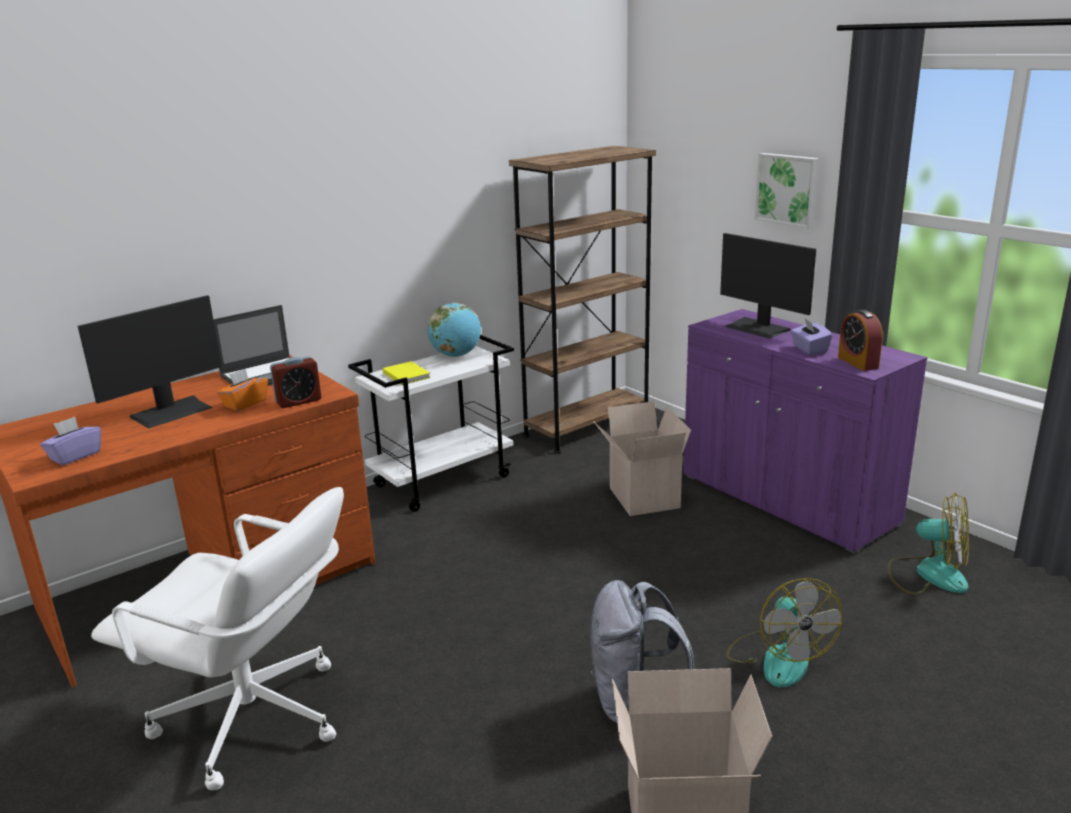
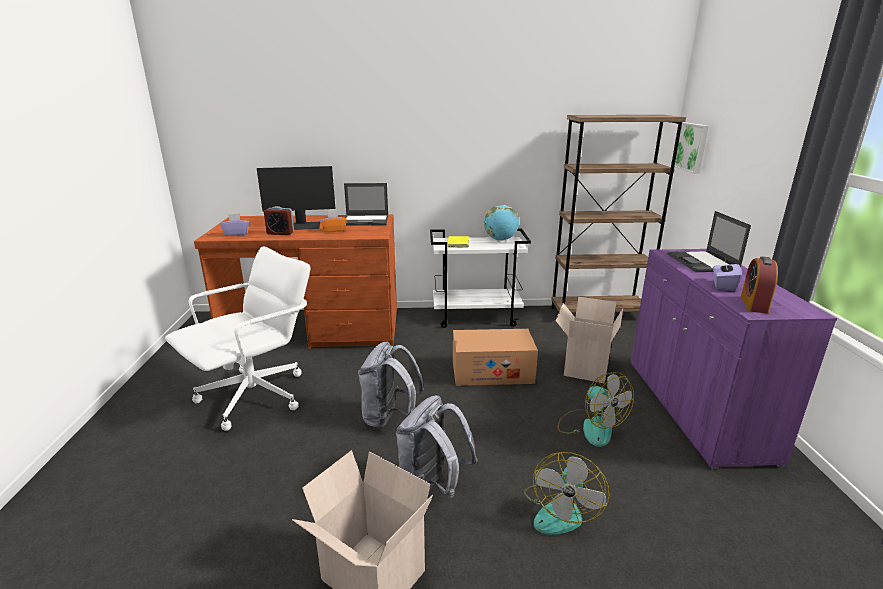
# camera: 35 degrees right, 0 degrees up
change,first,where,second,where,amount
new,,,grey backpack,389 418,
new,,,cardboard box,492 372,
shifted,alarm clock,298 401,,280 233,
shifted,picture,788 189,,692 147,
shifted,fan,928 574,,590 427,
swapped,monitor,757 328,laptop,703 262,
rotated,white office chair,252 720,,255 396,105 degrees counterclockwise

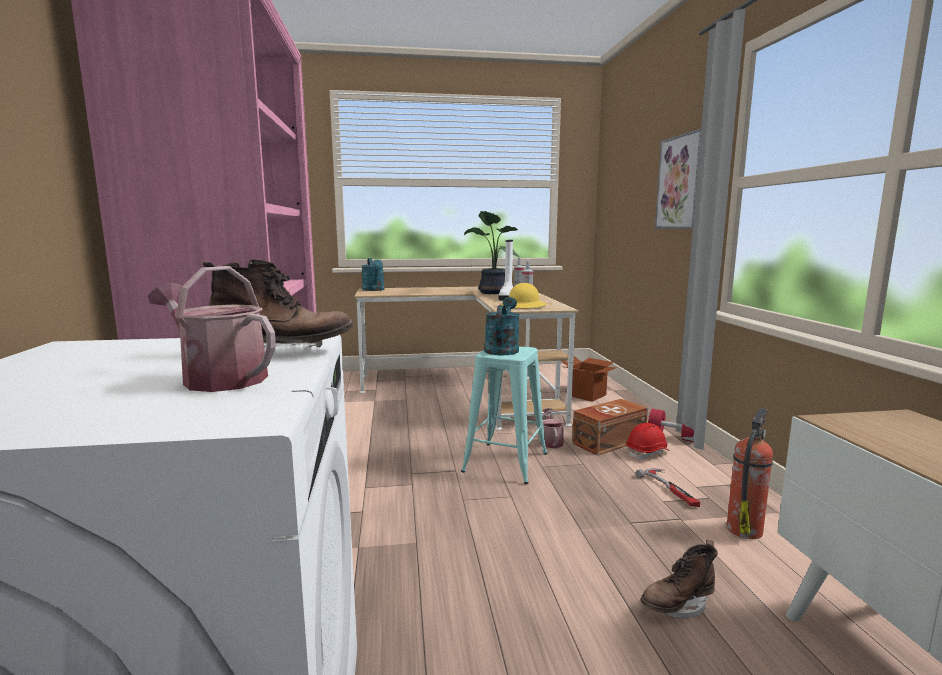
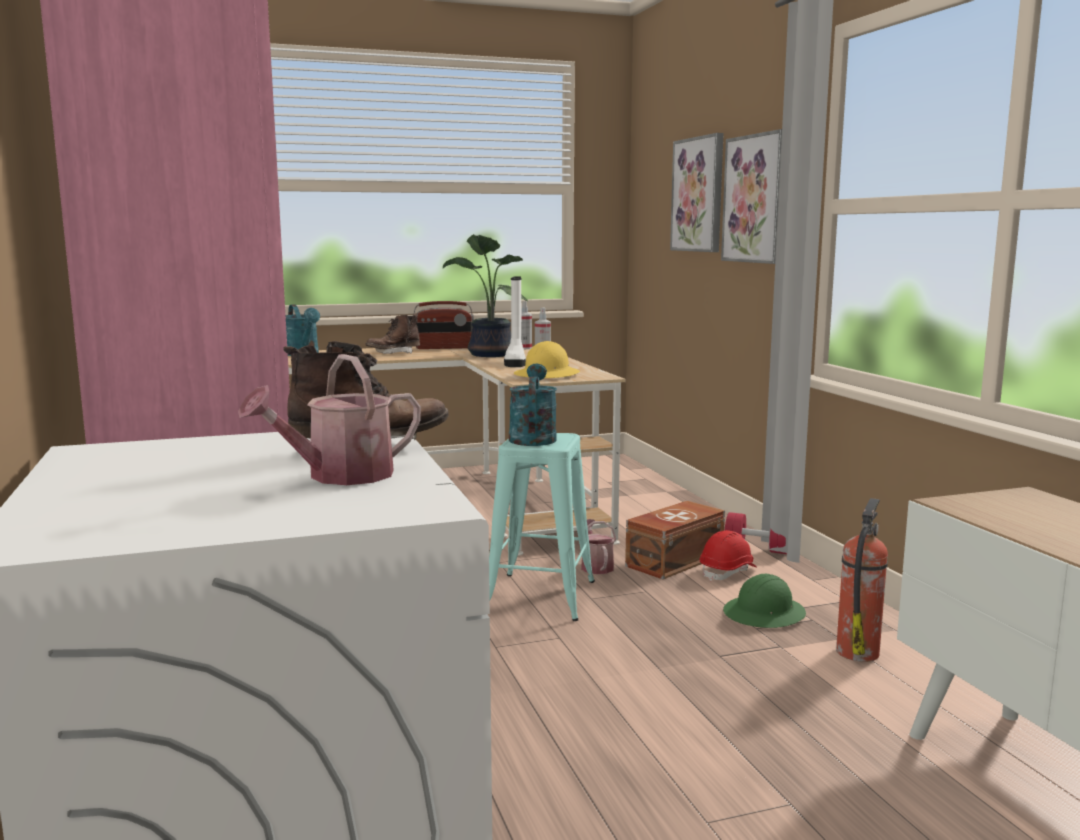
# camera: 10 degrees left, 0 degrees up
change,first,where,second,where,amount
gone,cardboard box,586 395,,,
new,,,radio,443 348,
new,,,picture,698 195,
shifted,brown boot,677 605,,393 353,
swapped,hammer,671 490,green hard hat,764 614,
rotated,watering can,218 378,,340 476,60 degrees counterclockwise

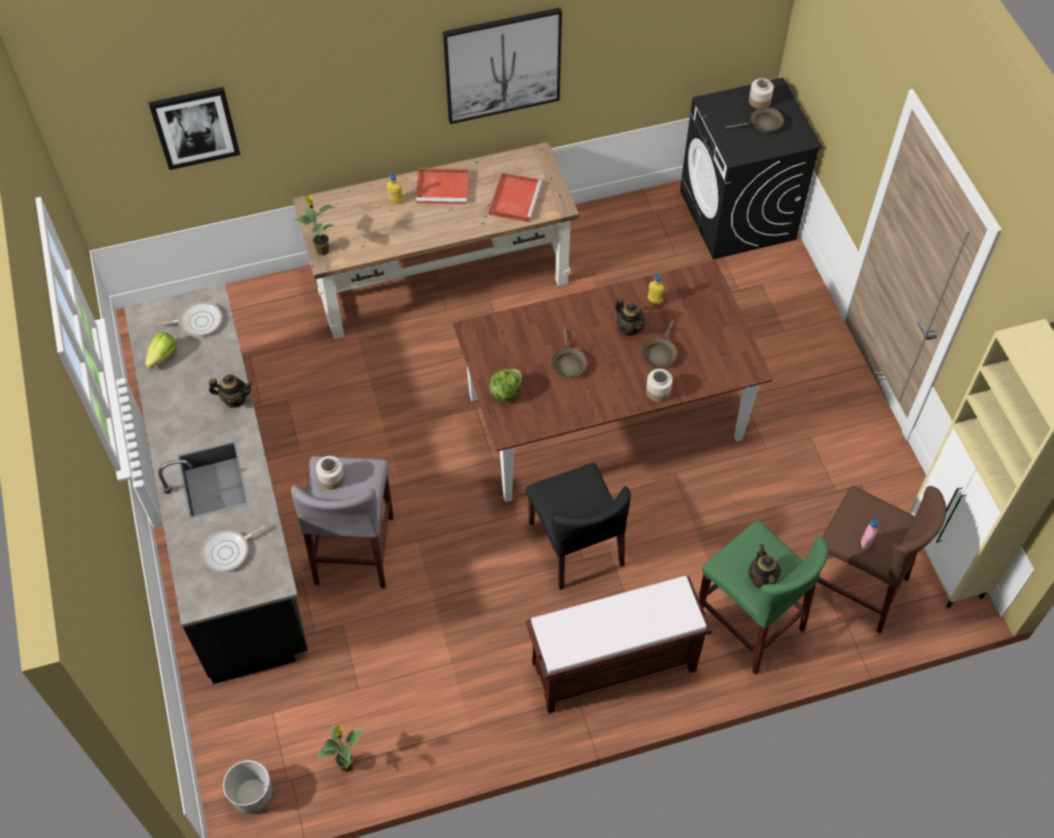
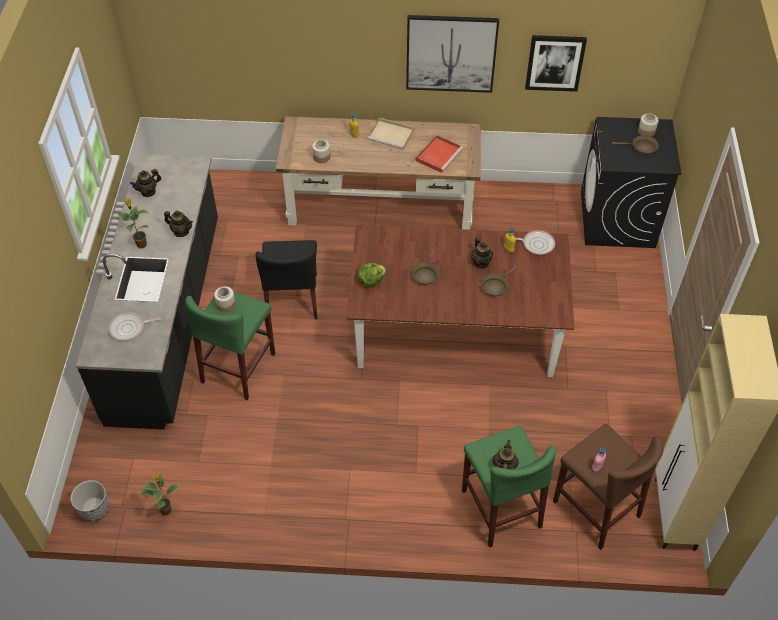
# camera: 20 degrees right, 5 degrees down
change,first,where,second,where,amount
gone,brown bench,612 668,,,
shifted,picture,195 127,,555 62,
shifted,frying pan,198 322,,536 244,
shifted,potted plant,321 250,,141 244,
shifted,black chair,576 544,,292 297,
shifted,jar,657 391,,321 157,
swapped,lettuce,163 356,teapot,148 192,
repainted,grey stool,355 549,green stool,238 368,
repainted,red tray,444 188,beige tray,392 135,

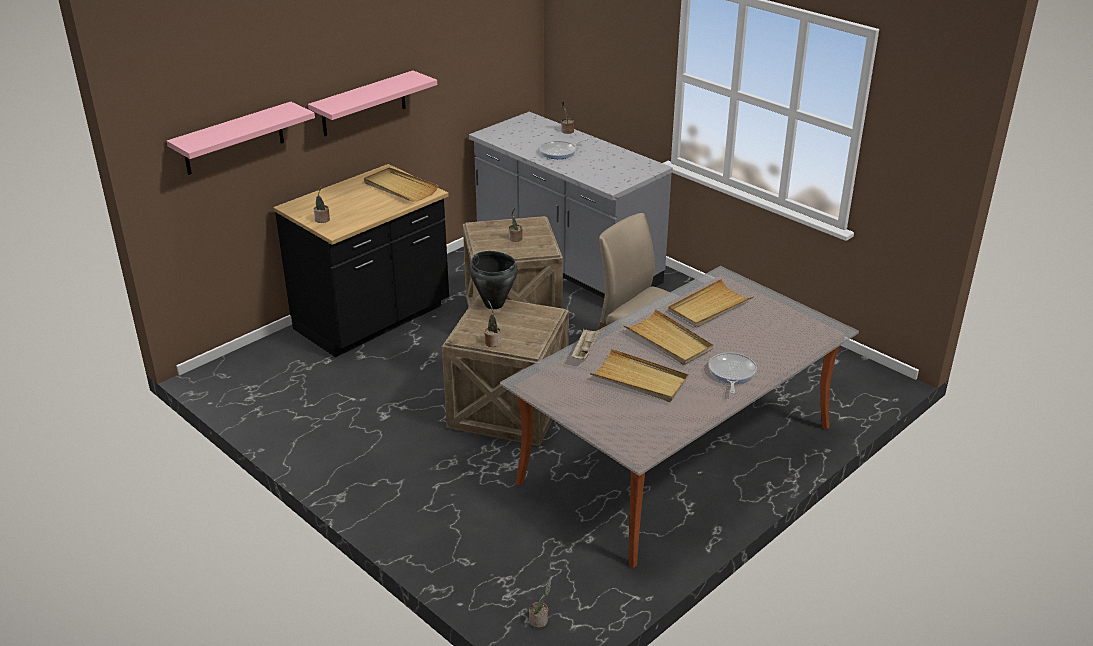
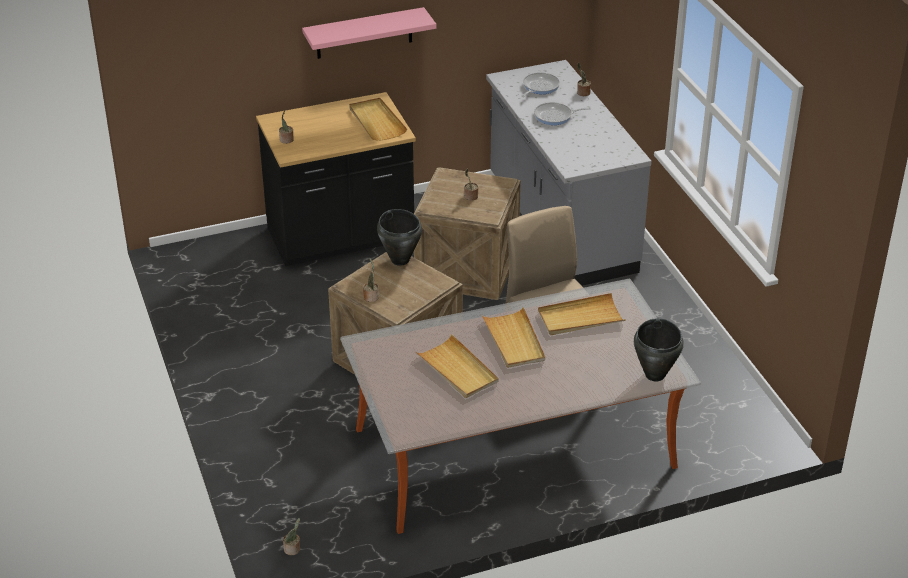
# camera: 25 degrees right, 5 degrees up
change,first,where,second,where,amount
gone,pink shelf,233 139,,,
gone,beige tray,585 351,,,
new,,,black cooking pot,655 374,
shifted,frying pan,731 373,,539 87,

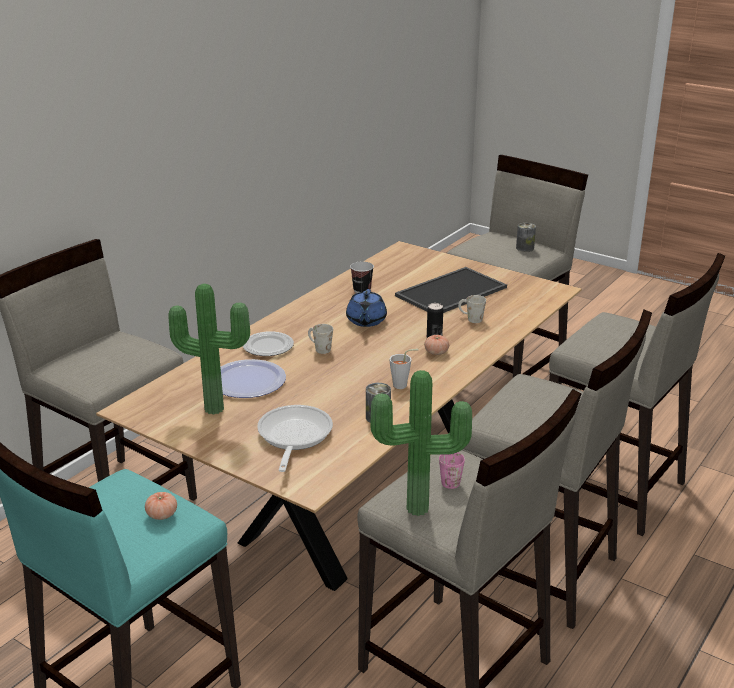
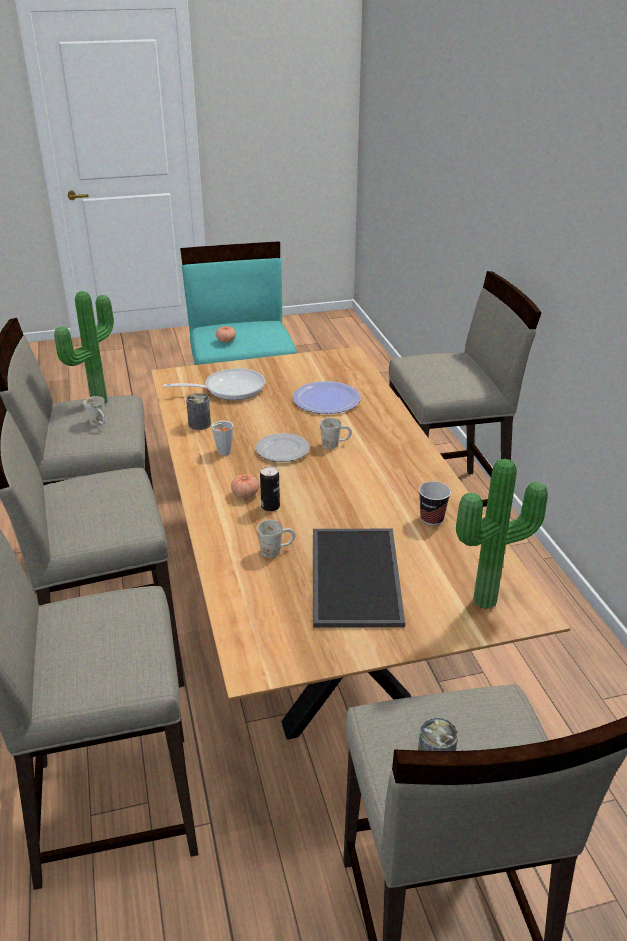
# camera: 130 degrees right, 5 degrees up
change,first,where,second,where,amount
gone,blue teapot,366 321,,,
shifted,potted plant,215 407,,488 603,
shifted,plate,268 347,,282 450,
repainted,pink mug,451 479,white mug,99 424,
rotated,frying pan,293 437,,229 389,60 degrees counterclockwise

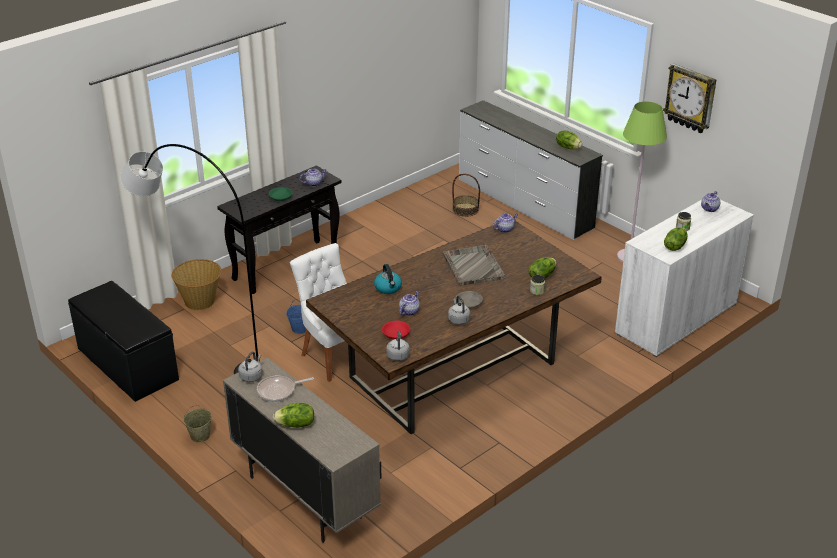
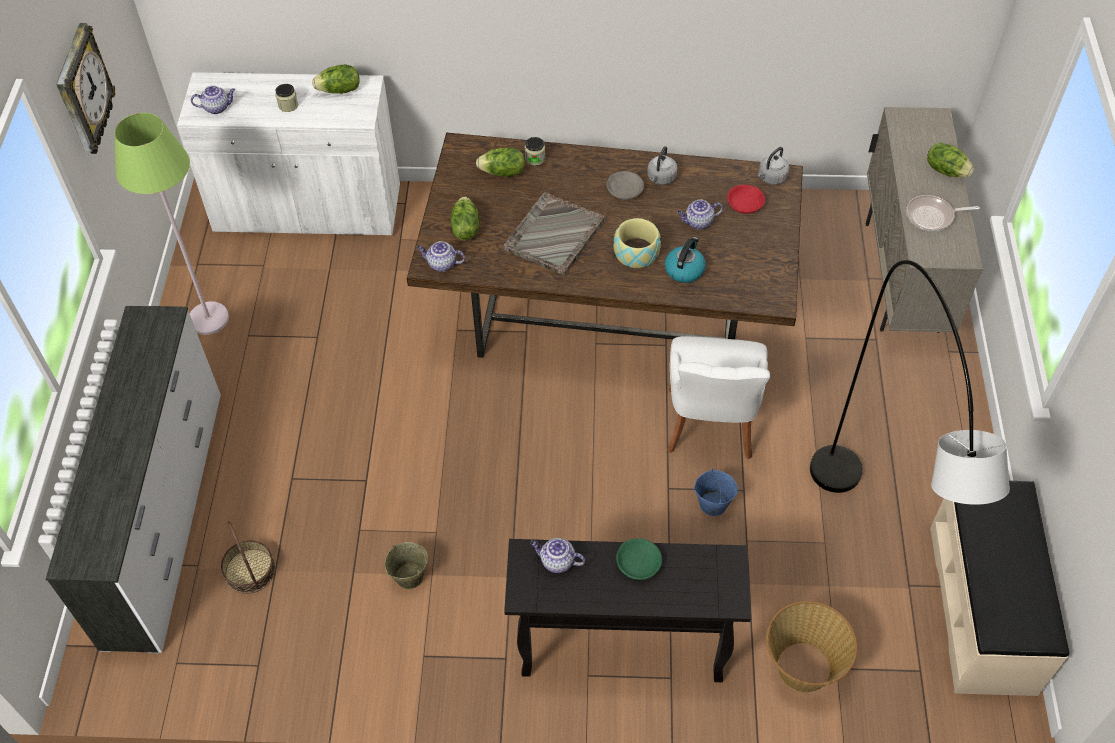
# camera: 135 degrees left, 20 degrees up
change,first,where,second,where,amount
gone,grey kettle,251 376,,,
new,,,bowl,636 252,
shifted,beige bucket,200 435,,409 576,
shifted,lettuce,568 147,,465 228,
repainted,black bench,126 364,beige bench,983 608,
rotated,frying pan,279 391,,932 217,150 degrees clockwise

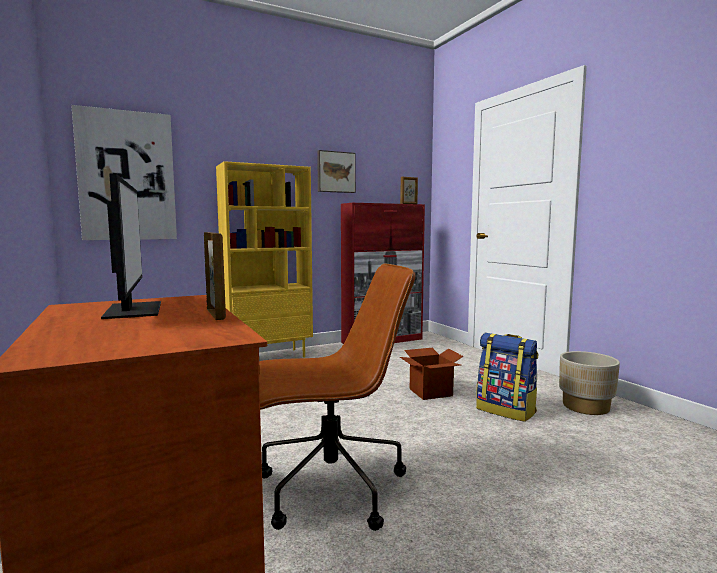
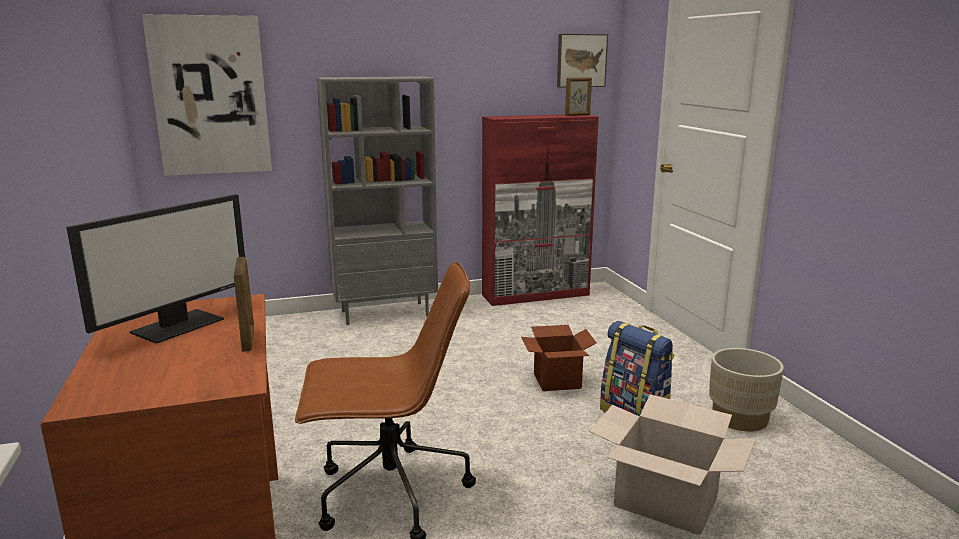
# camera: 10 degrees right, 10 degrees up
change,first,where,second,where,amount
new,,,cardboard box,666 501,
shifted,picture,335 172,,581 60,
repainted,yellow bookcase,269 357,grey bookcase,385 313,
rotated,monitor,132 310,,177 325,45 degrees clockwise

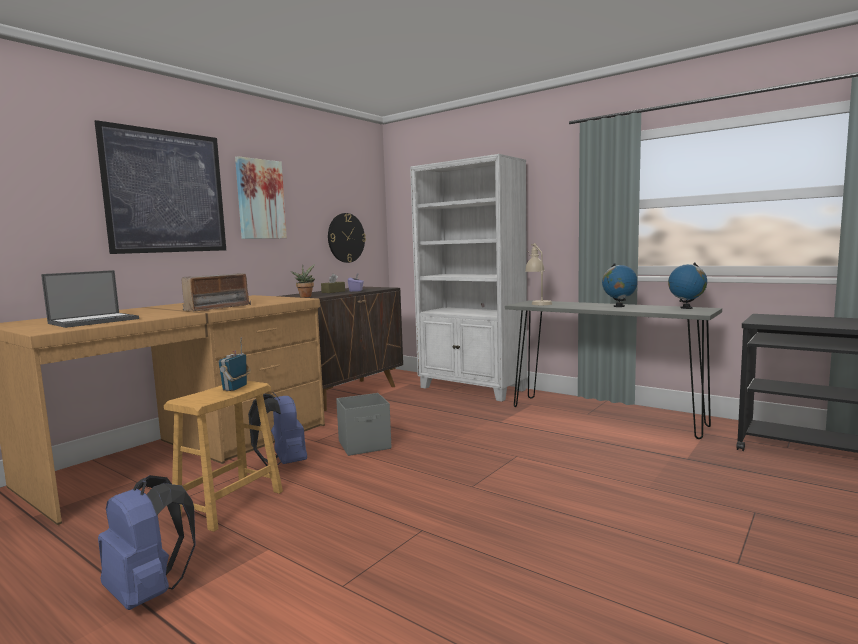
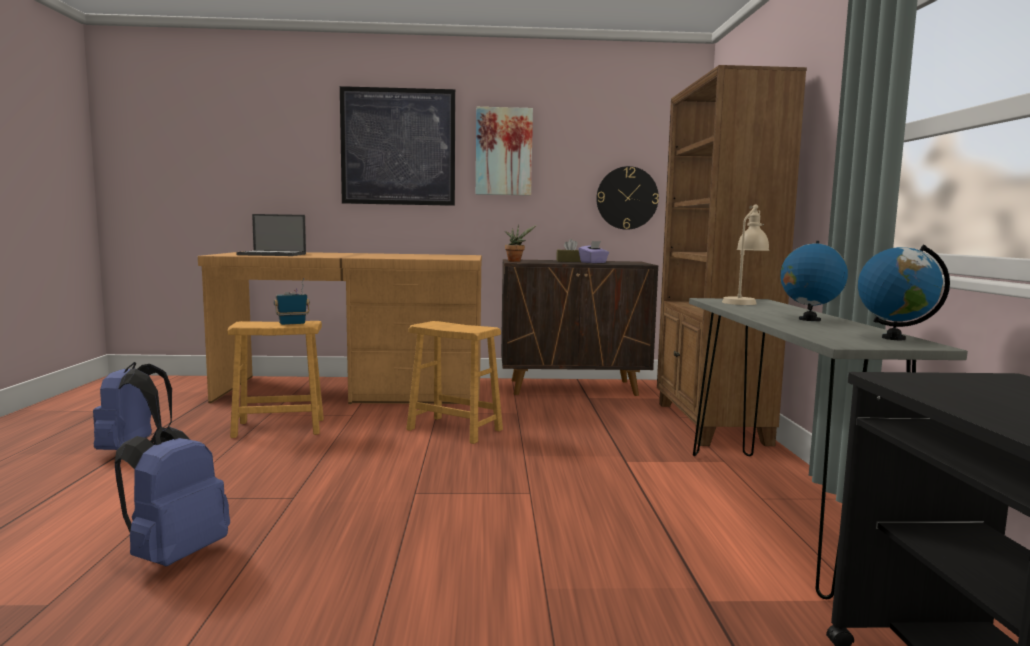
# camera: 50 degrees right, 0 degrees up
change,first,where,second,where,amount
gone,radio,217 308,,,
shifted,blue backpack,283 463,,174 555,
swapped,grey storage box,365 445,brown stool,454 429,
repainted,white bookcase,472 389,brown bookcase,710 423,

